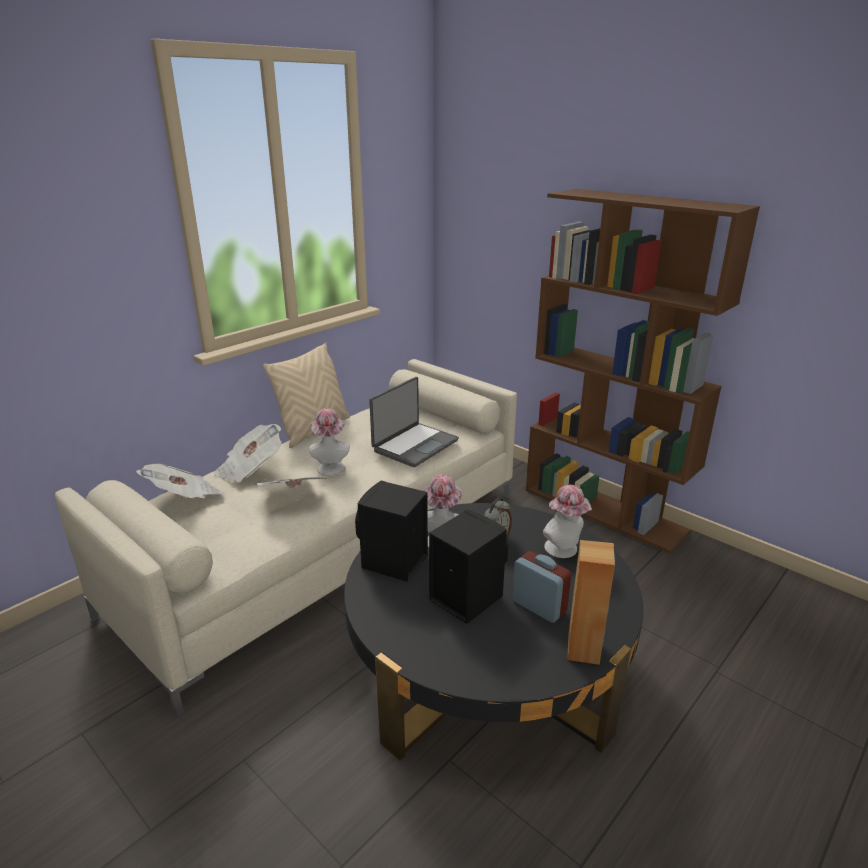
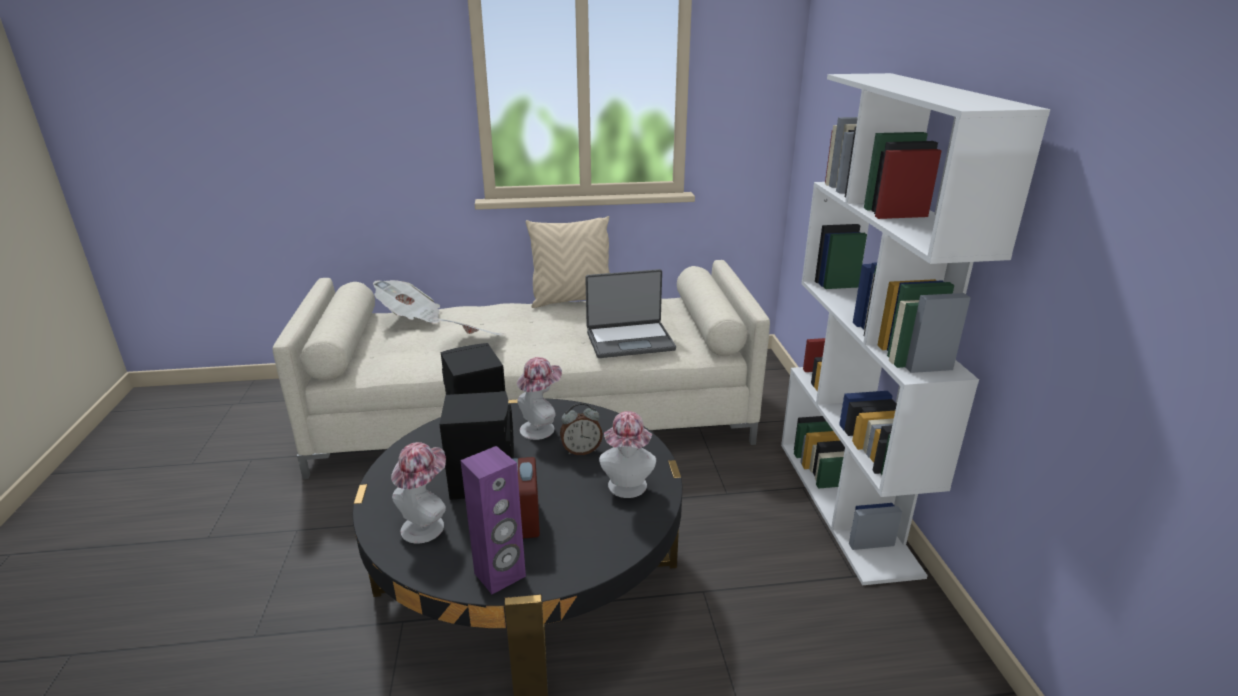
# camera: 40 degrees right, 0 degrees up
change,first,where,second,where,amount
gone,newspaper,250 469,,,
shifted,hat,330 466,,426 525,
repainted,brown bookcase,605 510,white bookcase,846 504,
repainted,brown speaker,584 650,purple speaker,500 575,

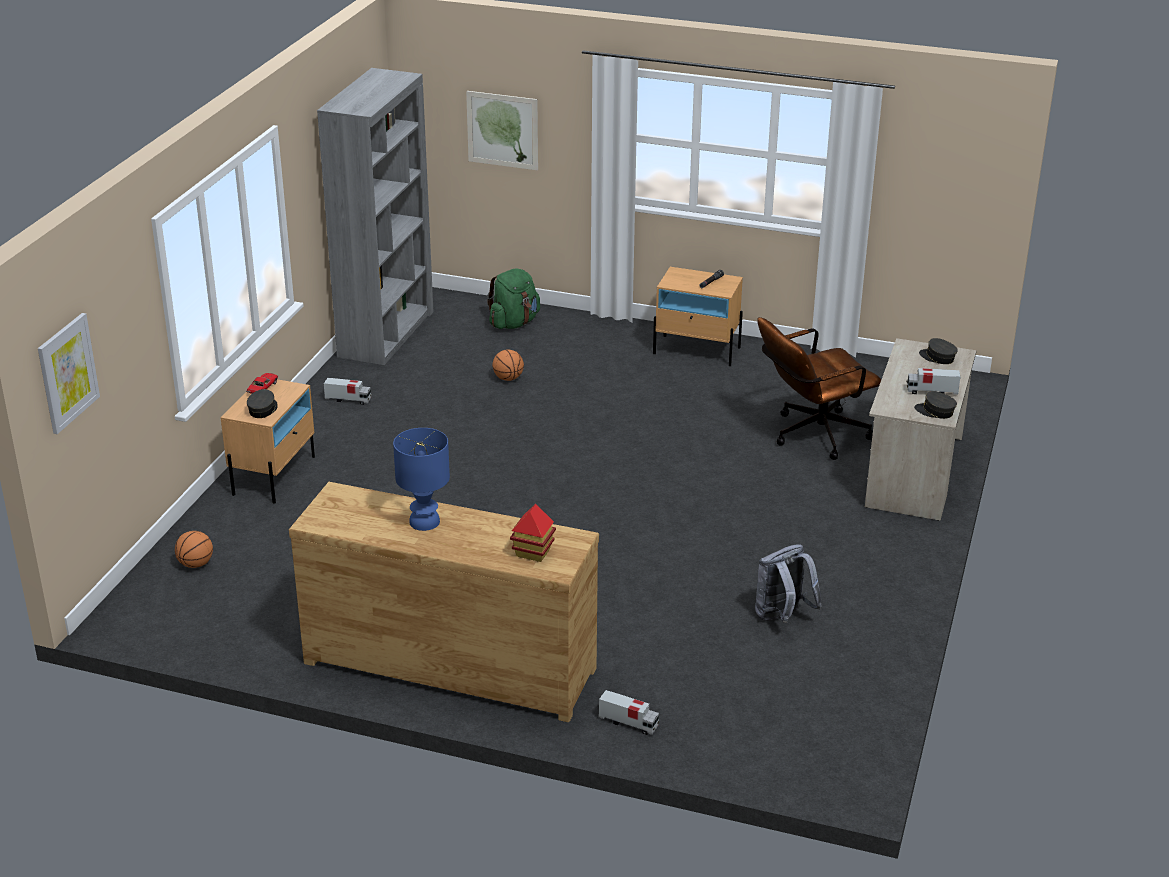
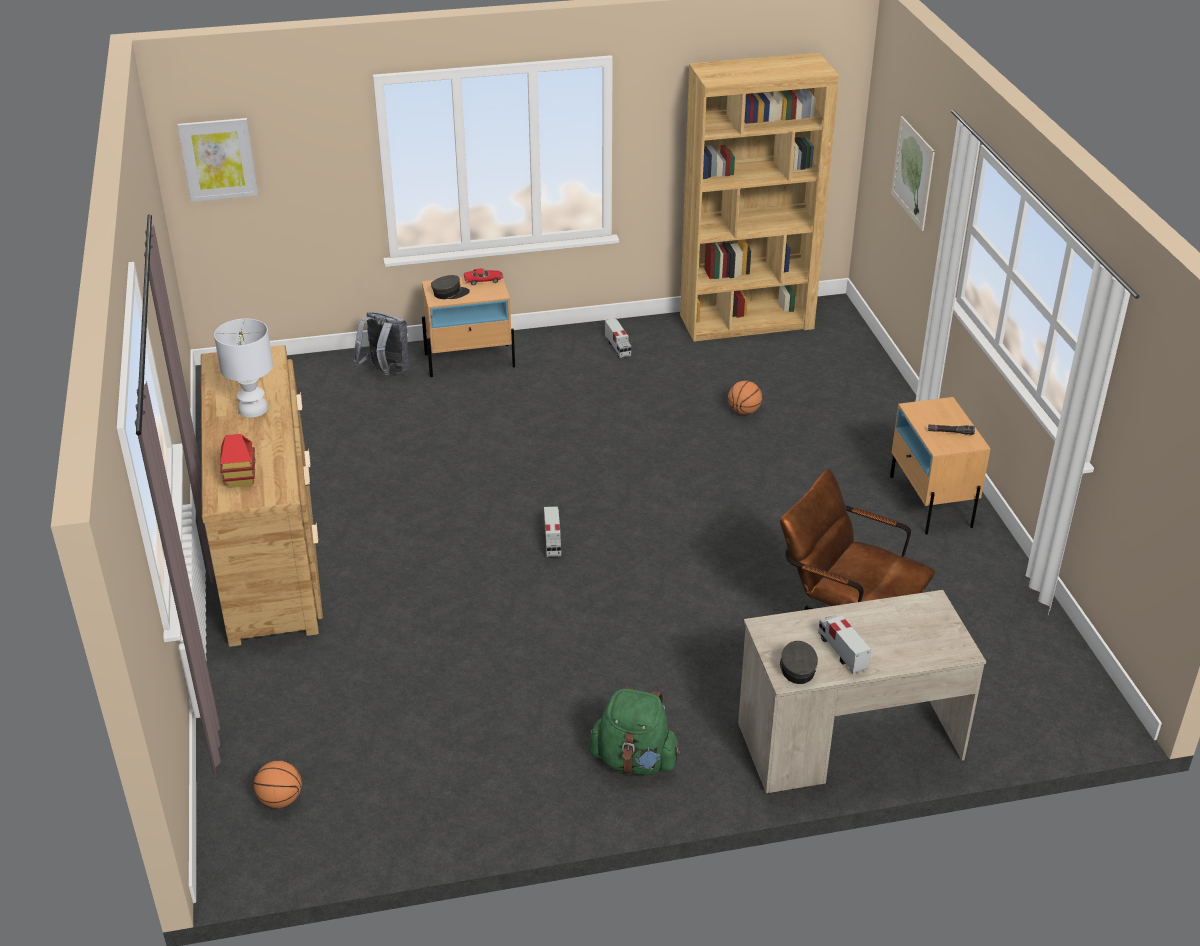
# camera: 60 degrees right, 5 degrees up
change,first,where,second,where,amount
gone,grey cap,937 357,,,
shifted,basketball,195 564,,280 800,
shifted,green backpack,514 323,,634 761,
shifted,toy truck,629 723,,552 542,
shifted,grey backpack,782 617,,386 373,
repainted,grey bookcase,386 333,brown bookcase,747 322,
repainted,blue table lamp,424 521,white table lamp,254 409,

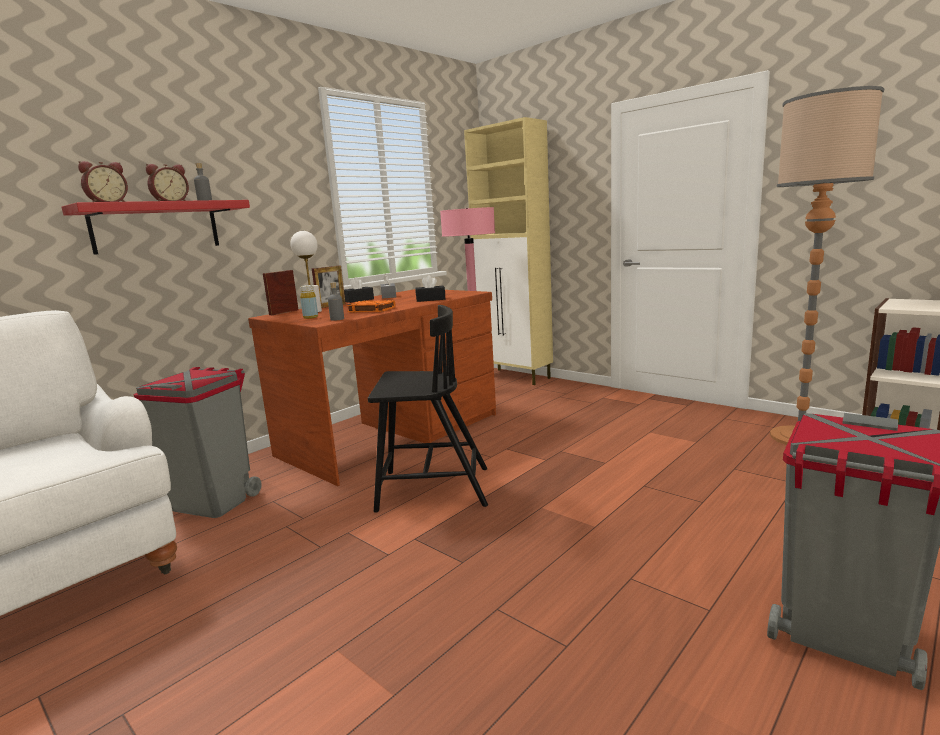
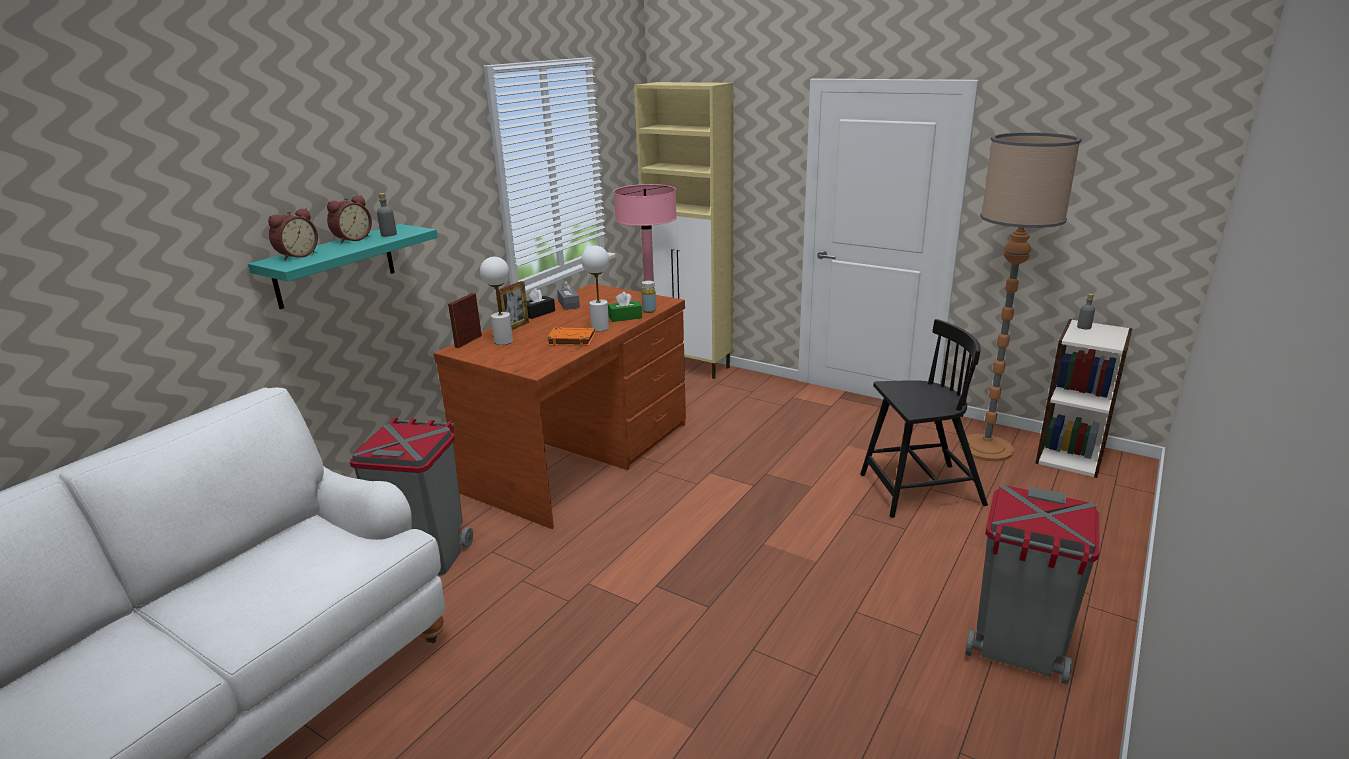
# camera: 10 degrees left, 10 degrees up
change,first,where,second,where,amount
new,,,white table lamp,600 328,
shifted,yellow bottle,310 317,,649 310,
shifted,grey bottle,337 319,,1084 327,
shifted,black chair,431 489,,919 490,
repainted,red shelf,156 227,turquoise shelf,335 266,
repainted,black tissue box,430 299,green tissue box,625 317,

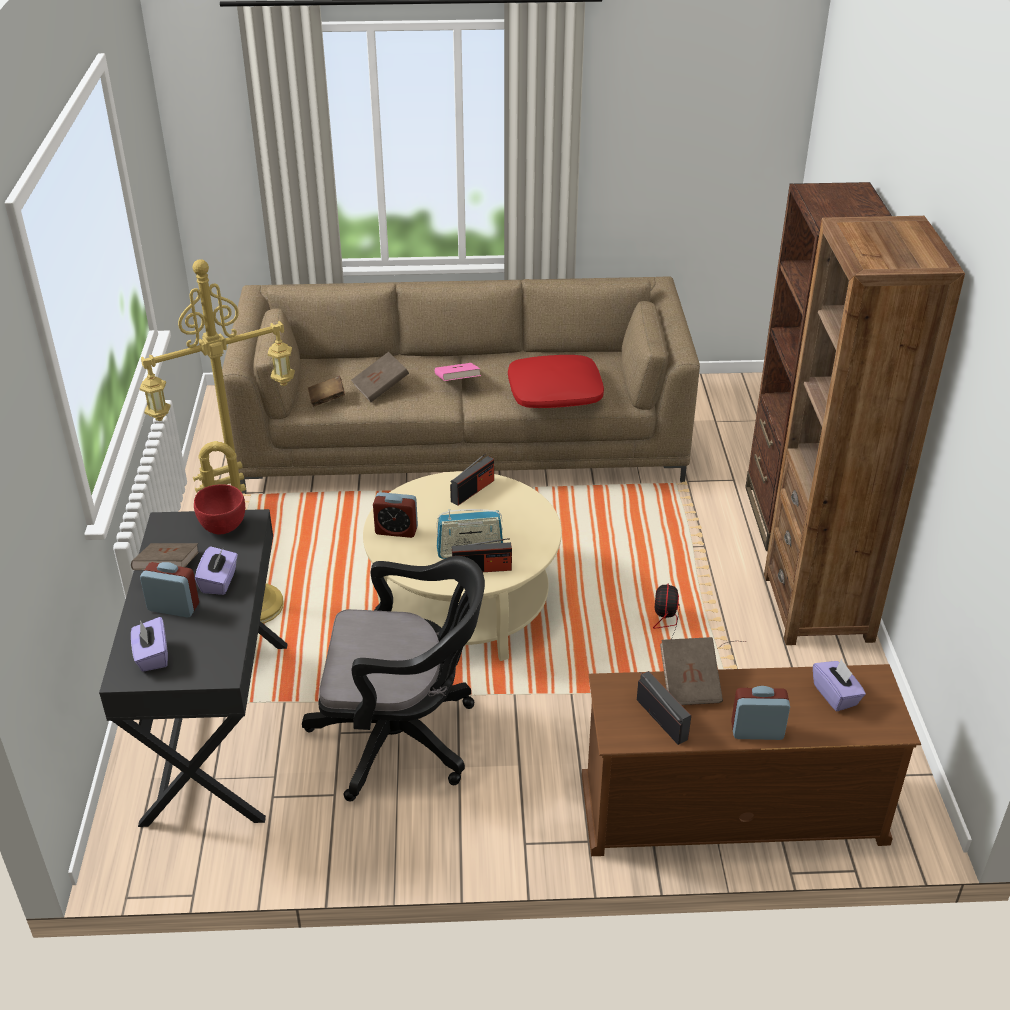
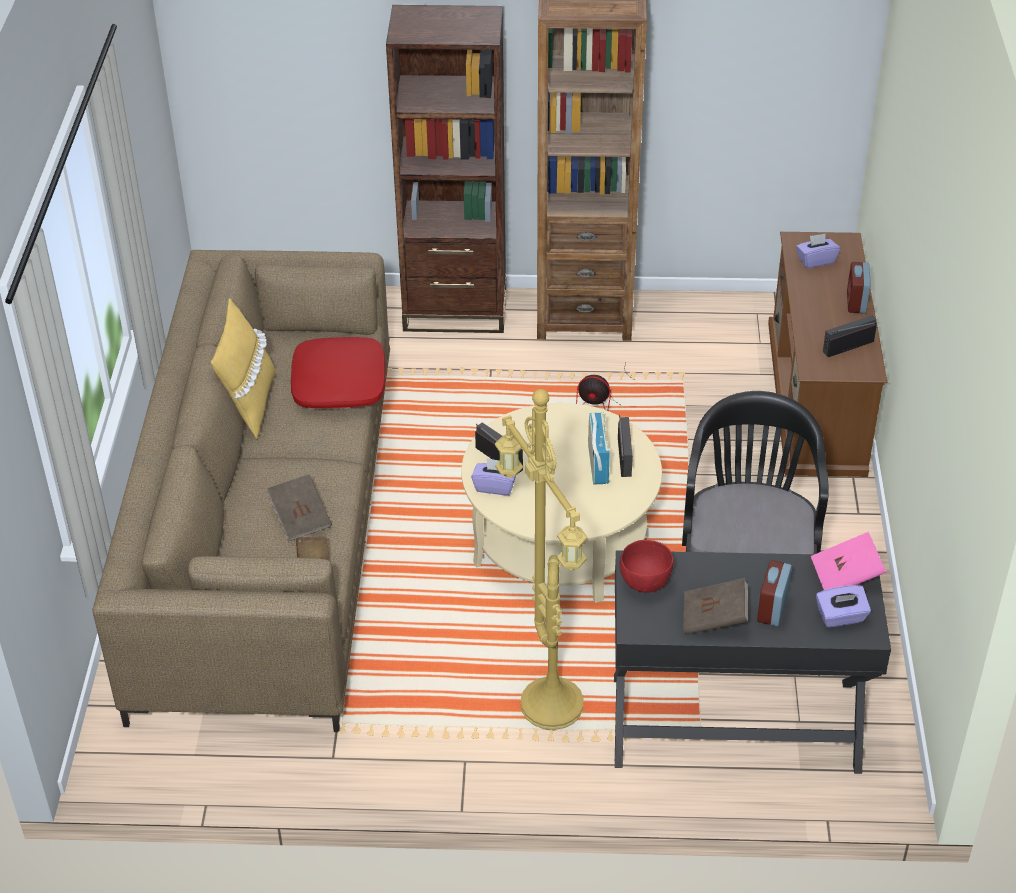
# camera: 85 degrees left, 5 degrees up
change,first,where,second,where,amount
gone,alarm clock,396 530,,,
gone,brown book,689 684,,,
new,,,yellow pillow,249 404,
shifted,purple tissue box,219 582,,495 486,
shifted,pink book,457 383,,846 576,

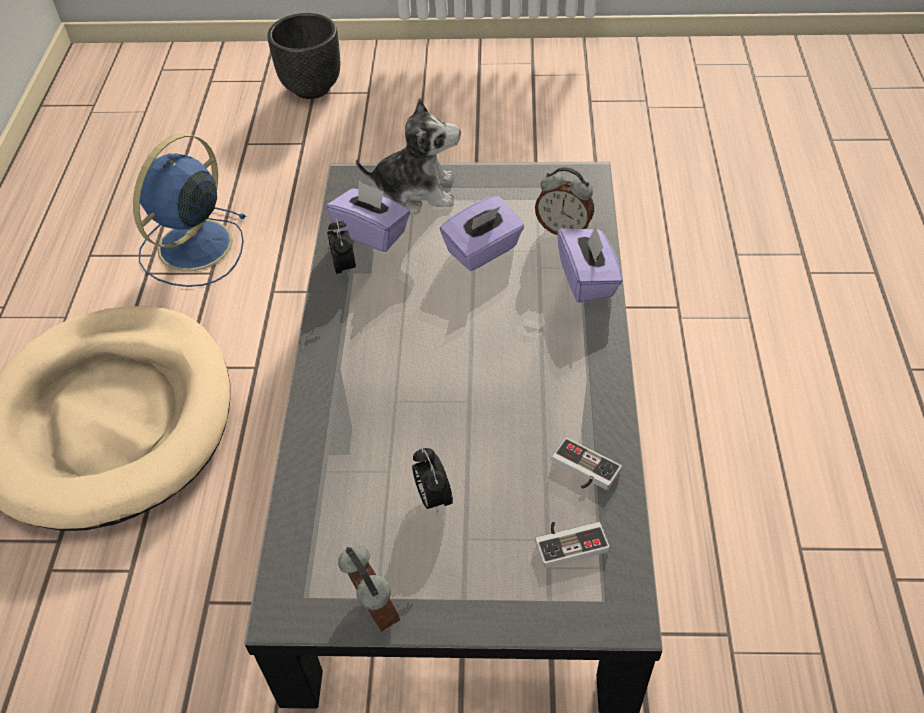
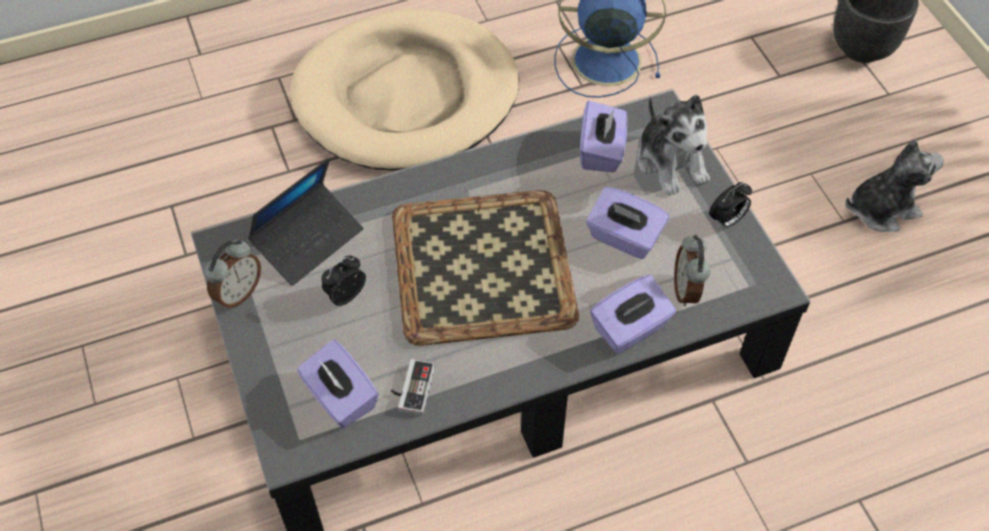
# camera: 65 degrees right, 5 degrees up
change,first,where,second,where,amount
new,,,laptop,308 240,
new,,,tray,484 268,
new,,,plush toy,881 209,
shifted,alarm clock,344 267,,727 220,
swapped,game controller,569 541,purple tissue box,340 398,

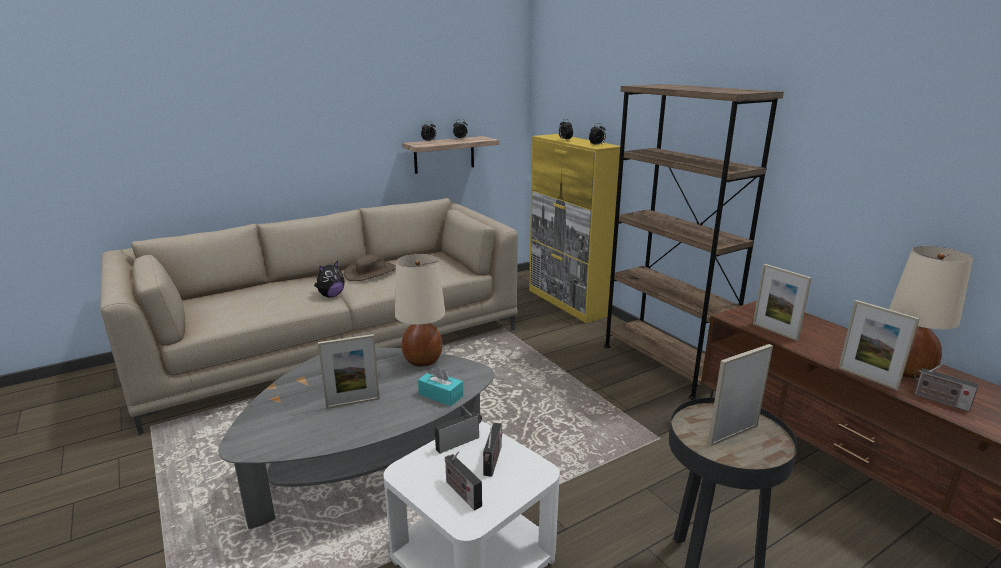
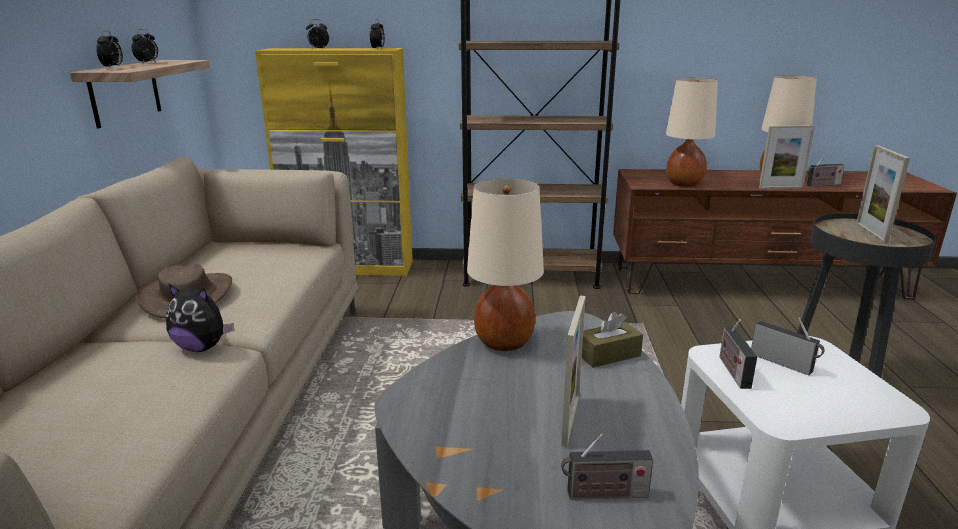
# camera: 55 degrees left, 0 degrees up
change,first,where,second,where,amount
shifted,radio,461 492,,603 494,
swapped,picture frame,774 331,beige table lamp,684 184,
repainted,turquoise tissue box,441 395,brown tissue box,608 355,
rotated,plush toy,331 296,,202 347,120 degrees clockwise

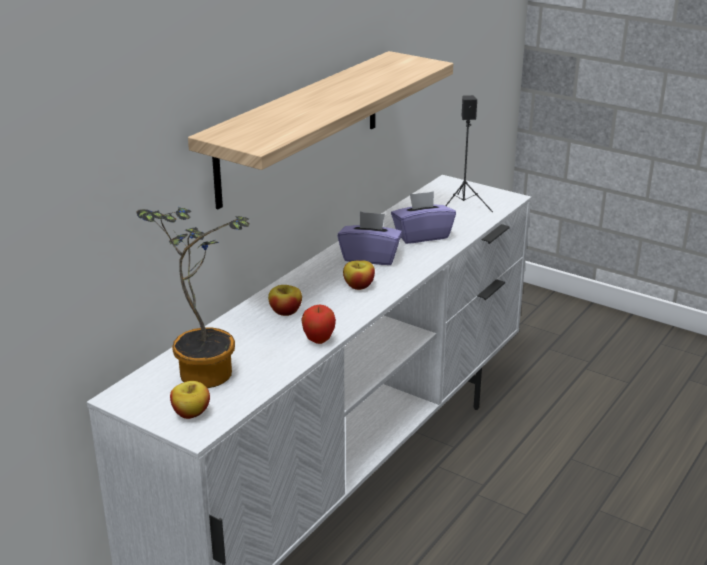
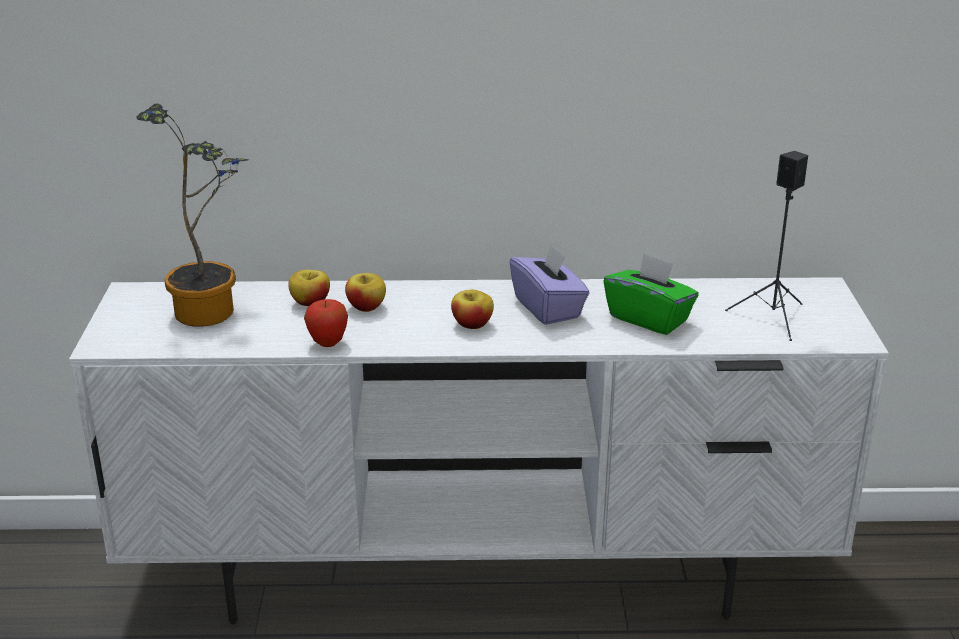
# camera: 55 degrees right, 0 degrees up
change,first,where,second,where,amount
gone,shelf,300 127,,,
shifted,apple,191 413,,310 302,
repainted,purple tissue box,422 235,green tissue box,649 319,

